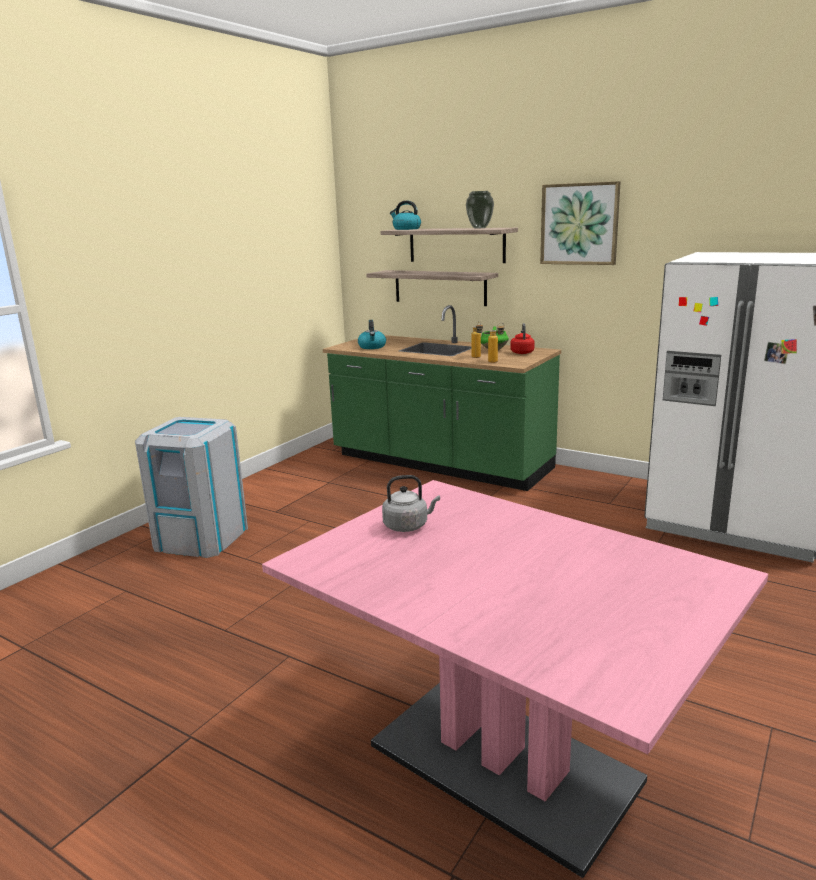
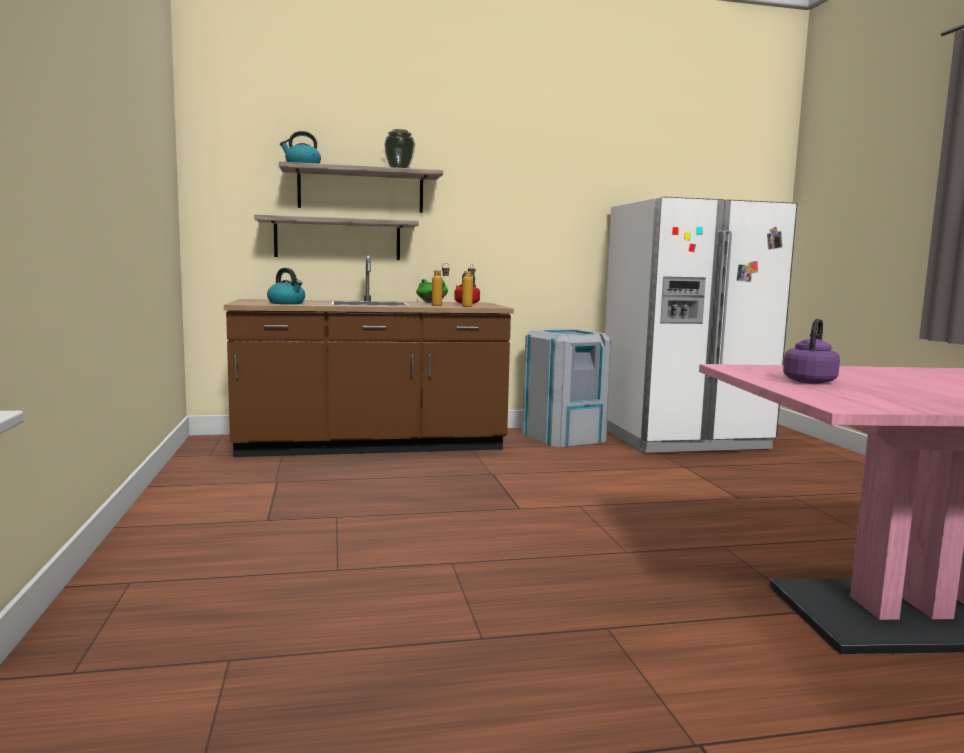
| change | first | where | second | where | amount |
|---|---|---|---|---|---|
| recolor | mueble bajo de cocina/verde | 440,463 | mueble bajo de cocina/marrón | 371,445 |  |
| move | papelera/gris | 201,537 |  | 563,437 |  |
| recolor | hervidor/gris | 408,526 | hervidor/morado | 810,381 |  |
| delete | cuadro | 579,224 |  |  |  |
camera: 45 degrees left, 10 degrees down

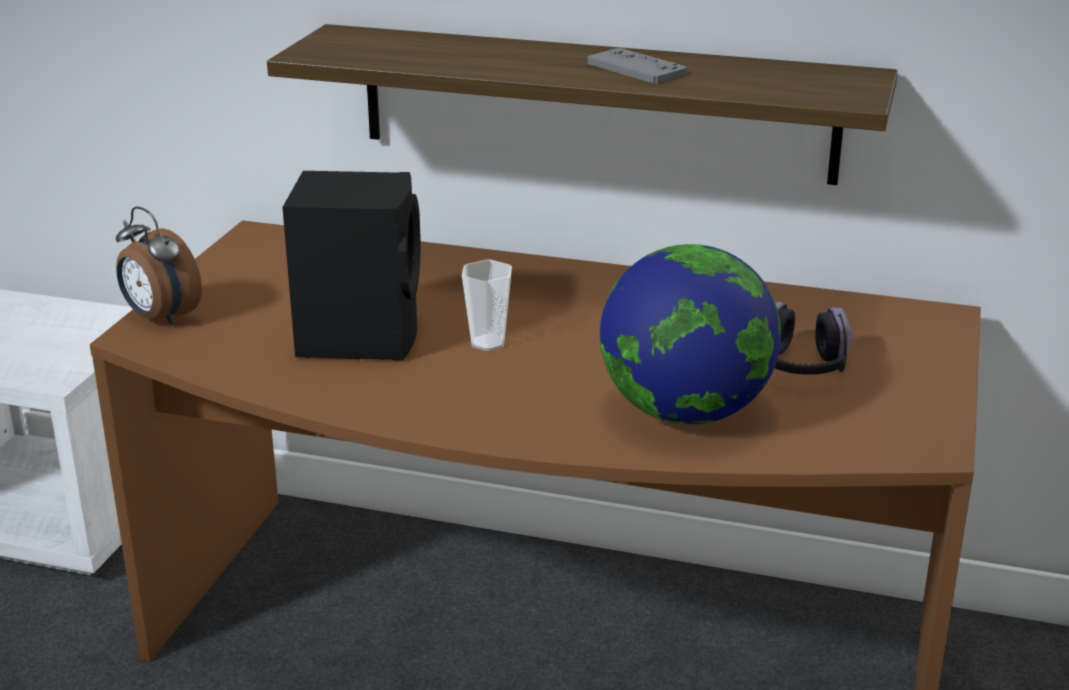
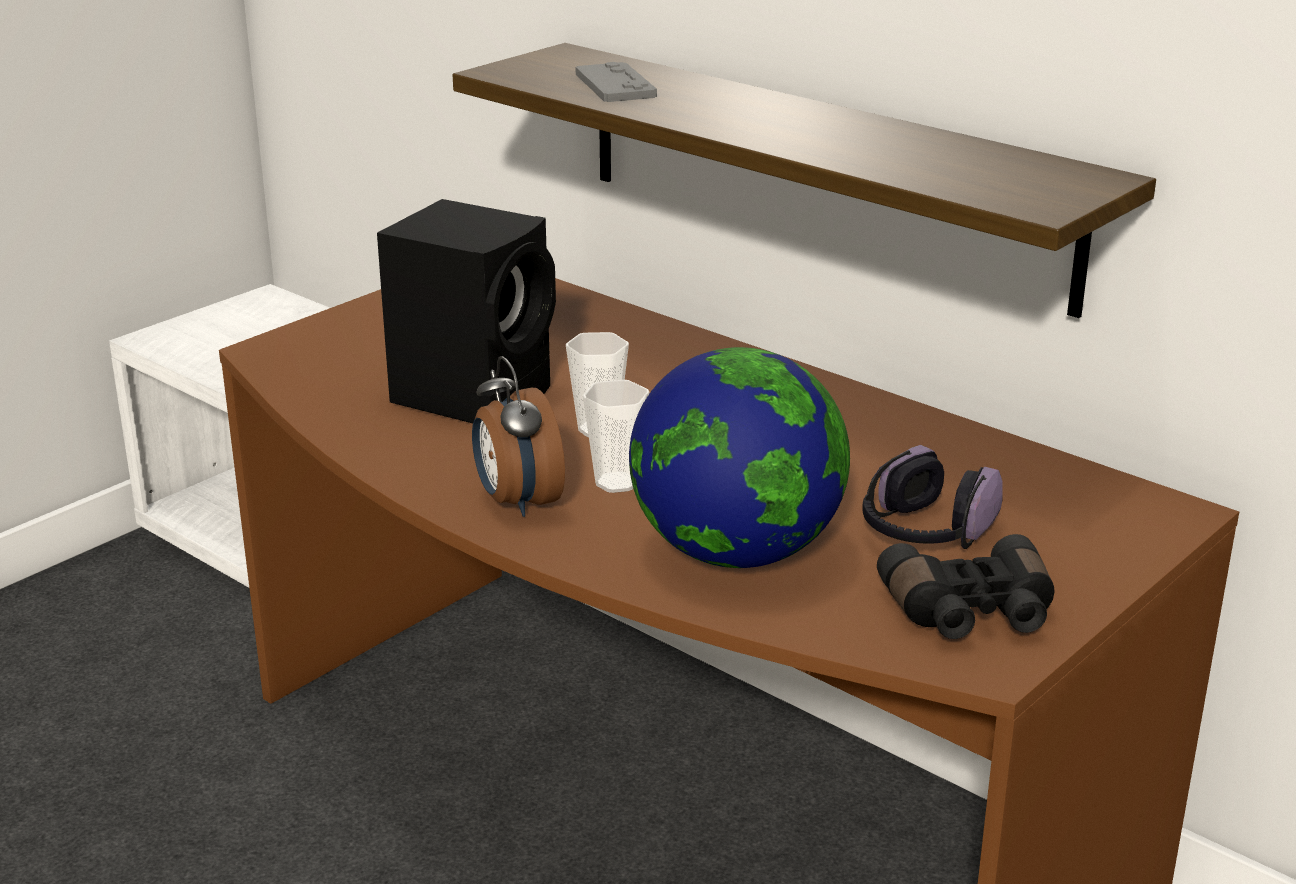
| change | first | where | second | where | amount |
|---|---|---|---|---|---|
| move | despertador | 160,318 |  | 516,502 |  |
| move | mando de consola/gris | 636,68 |  | 615,85 |  |
| insert |  |  | taza | 616,483 |  |
| insert |  |  | prismáticos/negro | 971,613 |  |
camera: 25 degrees right, 0 degrees up

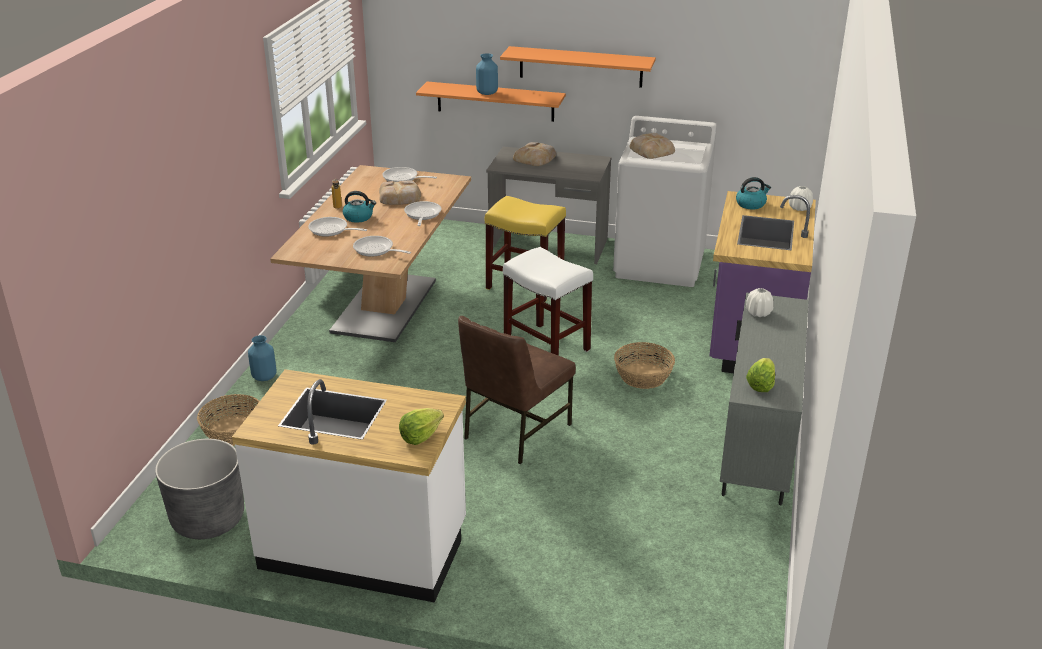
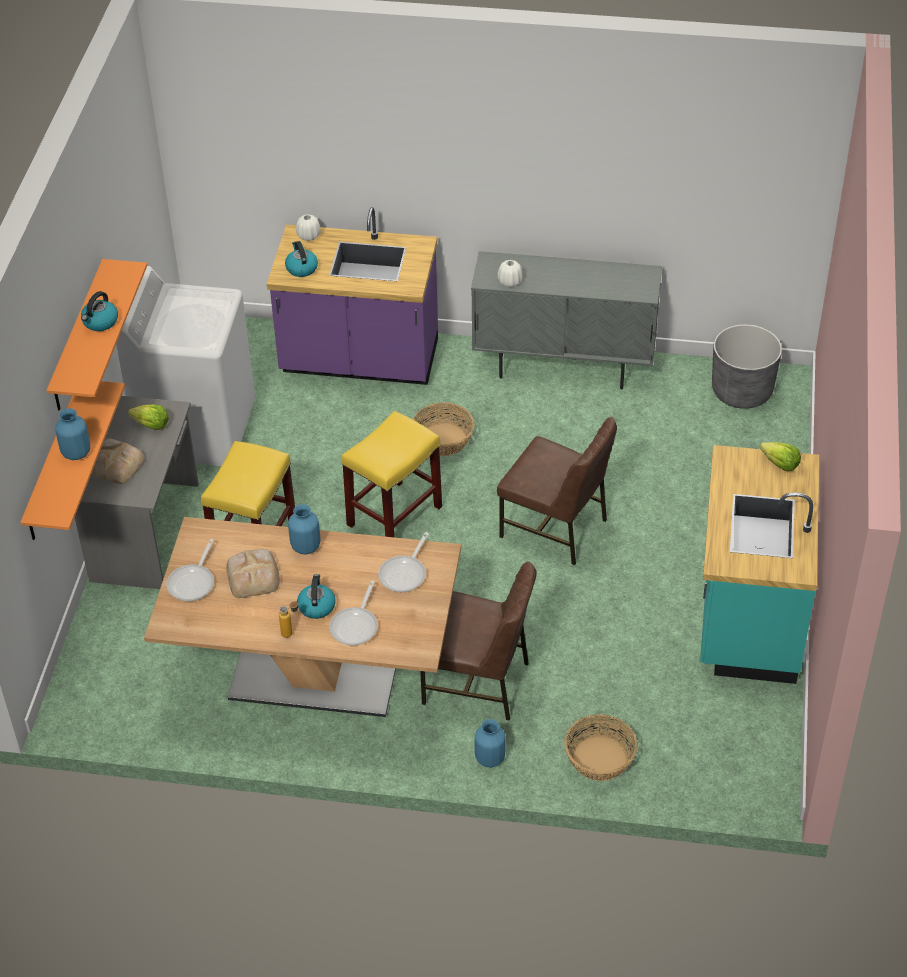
| change | first | where | second | where | amount |
|---|---|---|---|---|---|
| insert |  |  | hervidor | 100,322 |  |
| move | lechuga | 761,385 |  | 151,425 |  |
| replace | sartén | 422,215 | florero/azul | 306,547 |  |
| recolor | taburete/blanco | 547,346 | taburete/amarillo | 394,515 |  |
| insert |  |  | silla/marrón | 478,682 |  |
| recolor | mueble bajo de cocina/blanco | 364,547 | mueble bajo de cocina/turquesa | 748,613 |  |
| move | maceta/gris | 208,519 |  | 741,391 |  |
| delete | pan | 652,150 |  |  |  |
camera: 95 degrees left, 15 degrees up

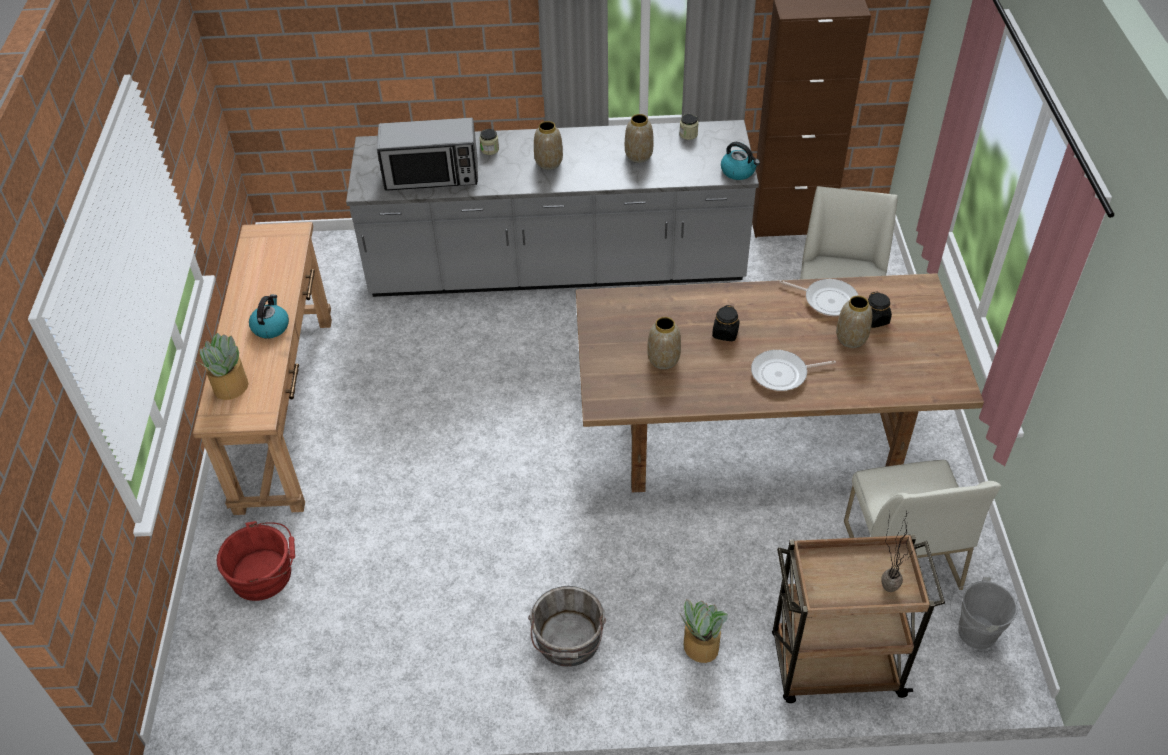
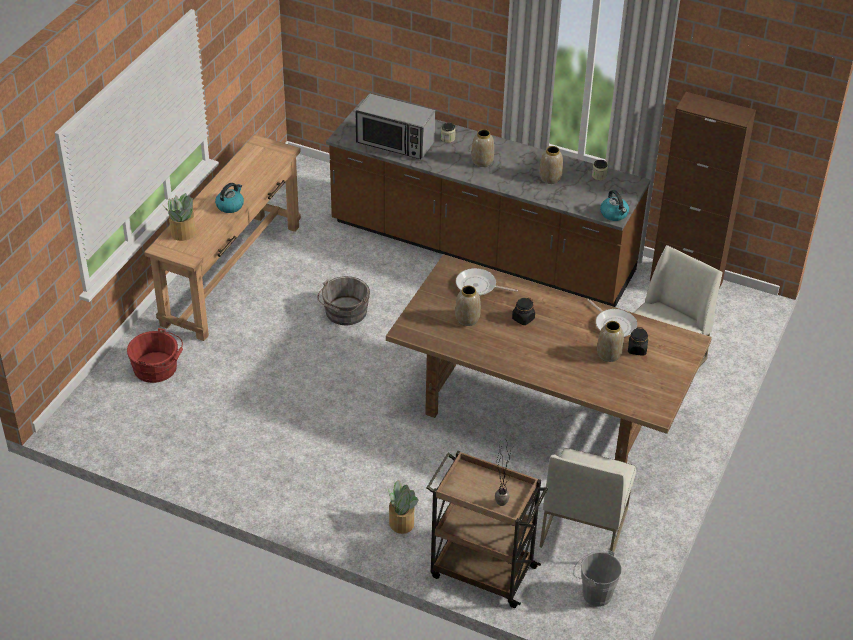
| change | first | where | second | where | amount |
|---|---|---|---|---|---|
| move | cubo/gris | 568,642 |  | 344,313 |  |
| recolor | mueble bajo de cocina/gris | 557,268 | mueble bajo de cocina/marrón | 481,249 |  |
| move | sartén | 782,374 |  | 478,286 |  |
camera: 25 degrees right, 5 degrees down

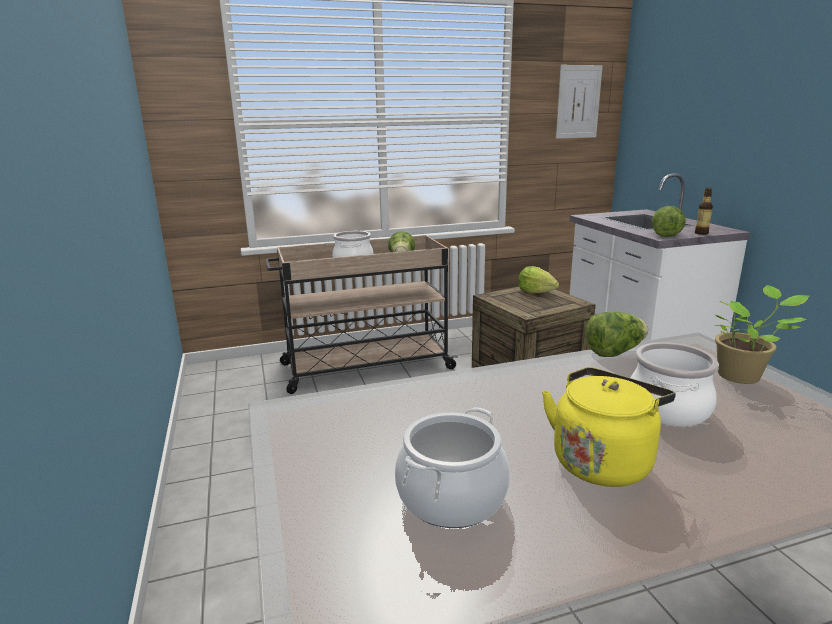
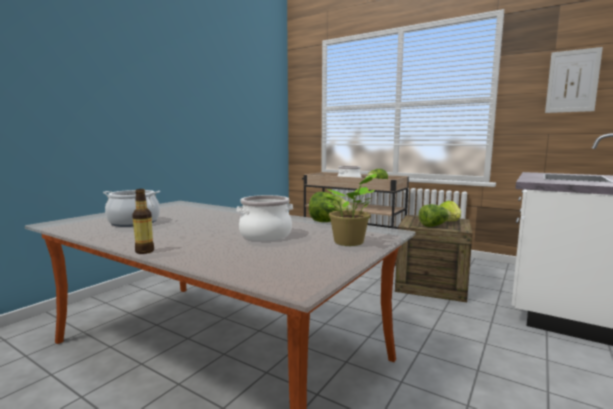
| change | first | where | second | where | amount |
|---|---|---|---|---|---|
| move | botella | 701,233 |  | 144,251 |  |
| move | lechuga | 665,234 |  | 434,225 |  |
| delete | hervidor/amarillo | 603,461 |  |  |  |
camera: 50 degrees right, 10 degrees down

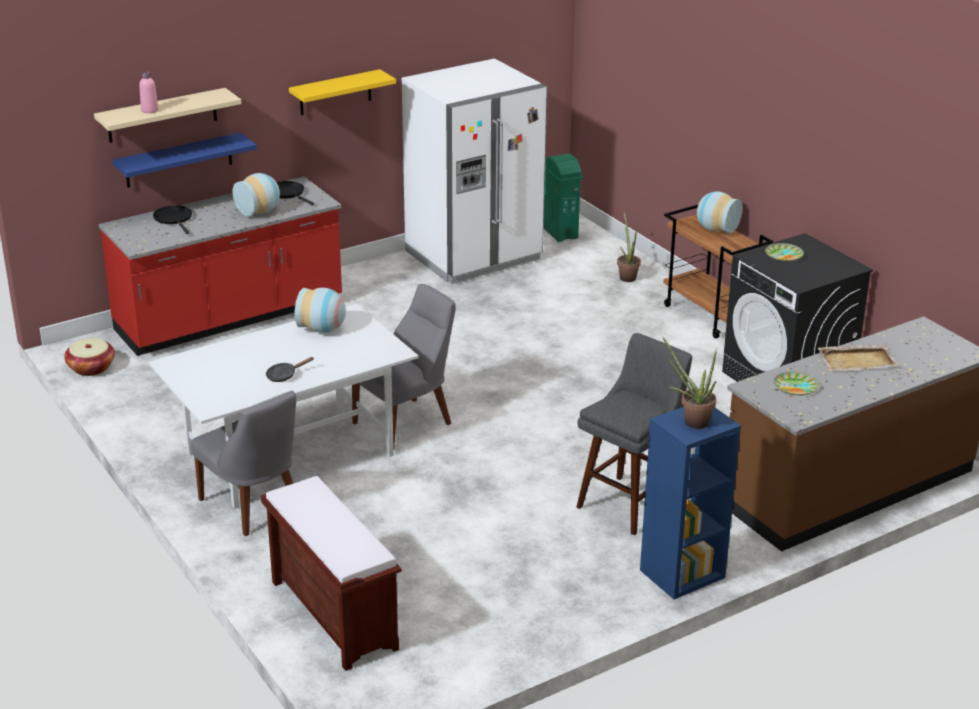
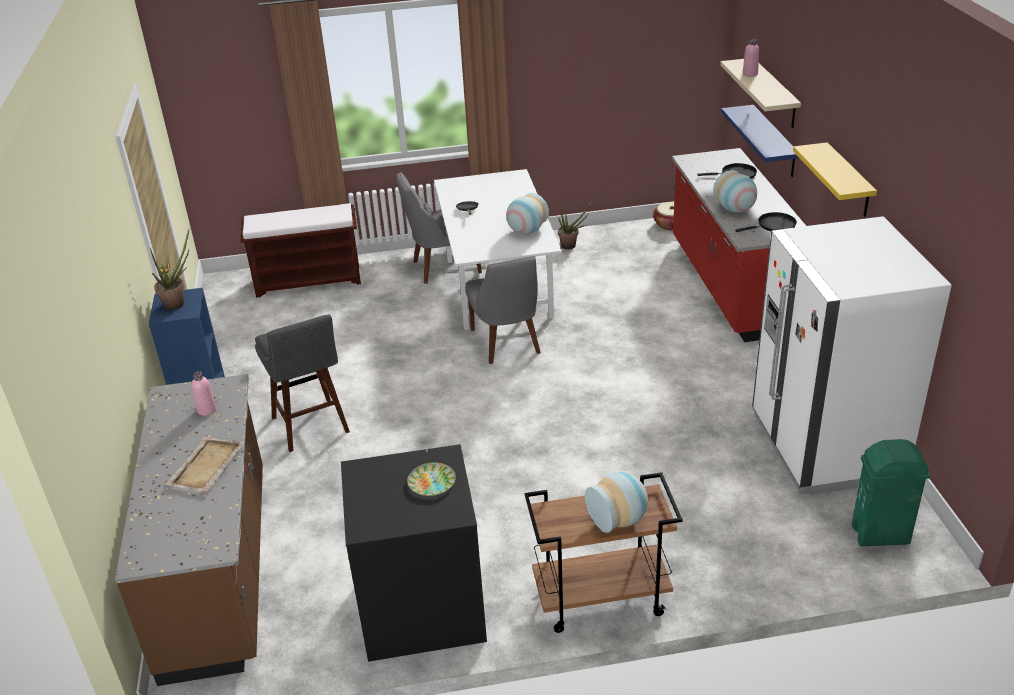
| change | first | where | second | where | amount |
|---|---|---|---|---|---|
| replace | plato | 795,386 | botella/rosa | 207,410 |  |
| move | planta en maceta | 627,276 |  | 571,246 |  |
camera: 115 degrees right, 5 degrees up

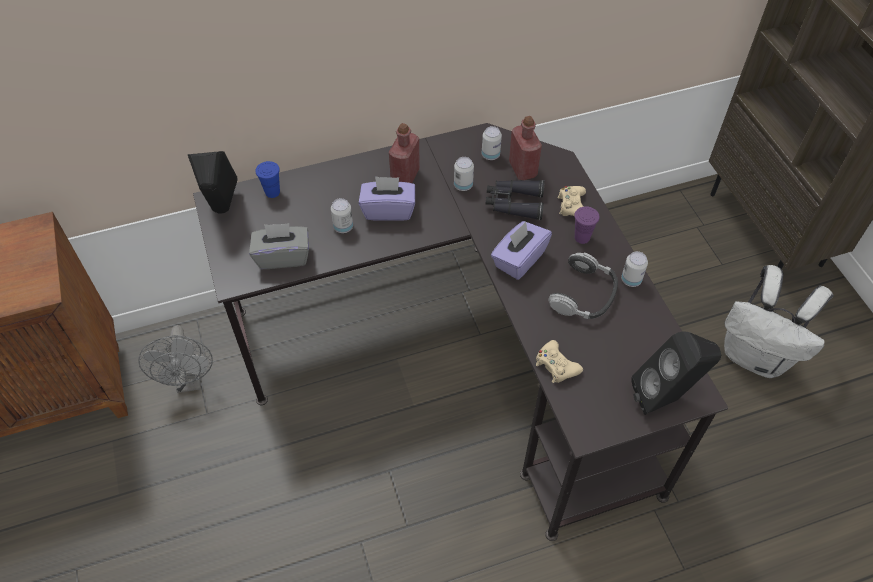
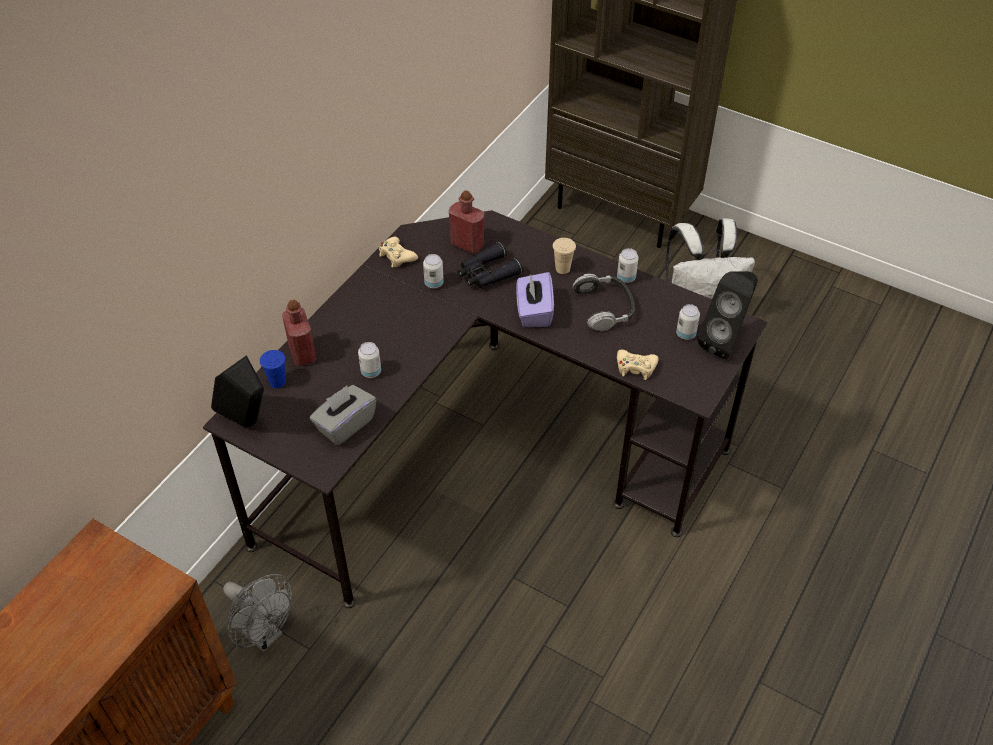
| change | first | where | second | where | amount |
|---|---|---|---|---|---|
| move | botella/rojo | 405,176 |  | 302,353 |  |
| move | mando de consola/beis | 572,206 |  | 397,256 |  |
| recolor | taza/morado | 582,237 | taza/beis | 562,269 |  |
| move | lata | 490,155 |  | 685,334 |  |
| delete | caja de pañuelos/morado | 388,210 |  |  |  |
camera: 40 degrees left, 5 degrees down

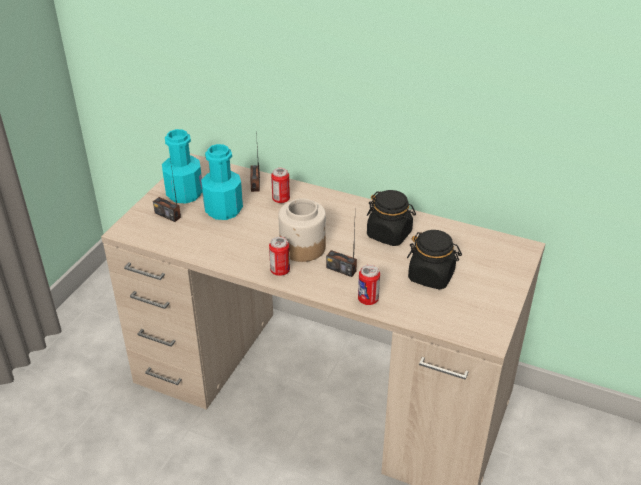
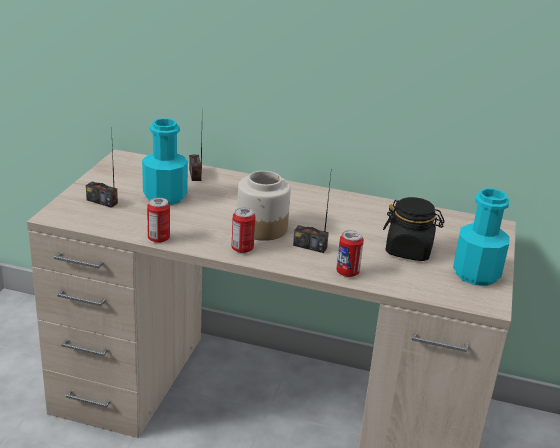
| change | first | where | second | where | amount |
|---|---|---|---|---|---|
| move | lata | 281,199 |  | 158,239 |  |
| move | botella/turquesa | 184,194 |  | 476,274 |  |
| delete | tarro/negro | 389,234 |  |  |  |
camera: 10 degrees left, 10 degrees down

